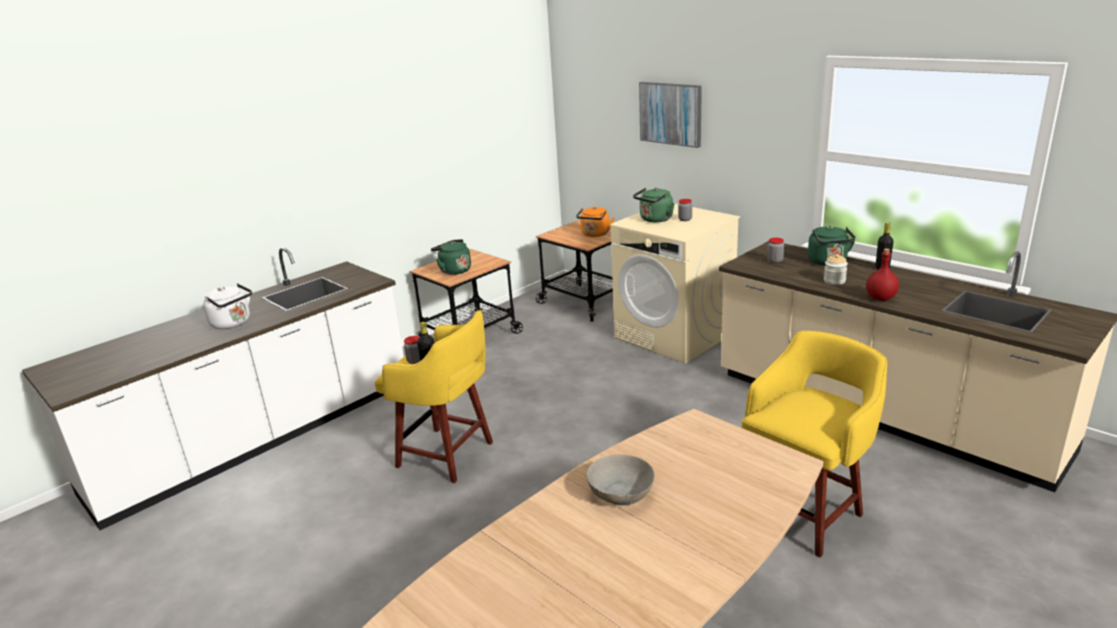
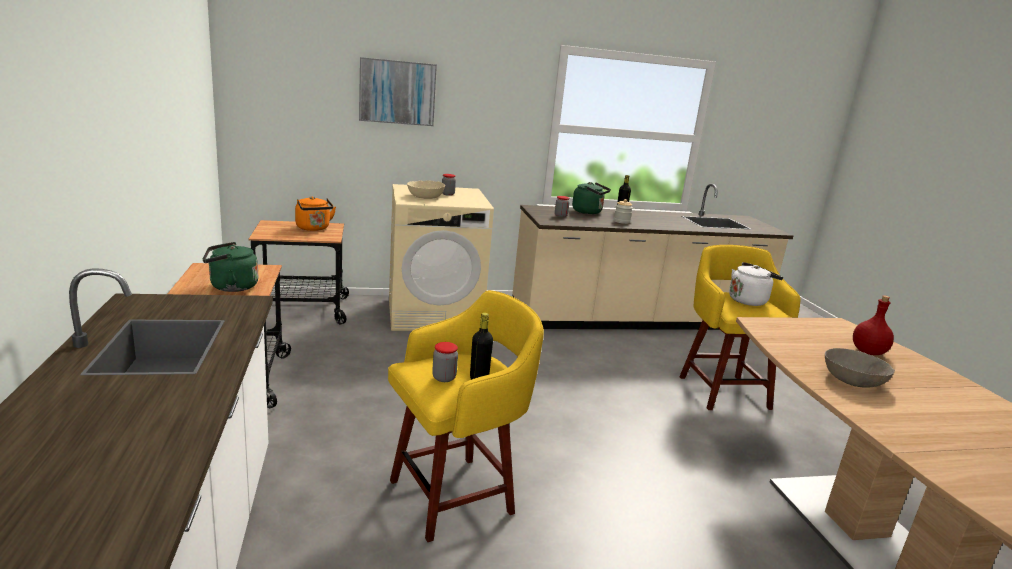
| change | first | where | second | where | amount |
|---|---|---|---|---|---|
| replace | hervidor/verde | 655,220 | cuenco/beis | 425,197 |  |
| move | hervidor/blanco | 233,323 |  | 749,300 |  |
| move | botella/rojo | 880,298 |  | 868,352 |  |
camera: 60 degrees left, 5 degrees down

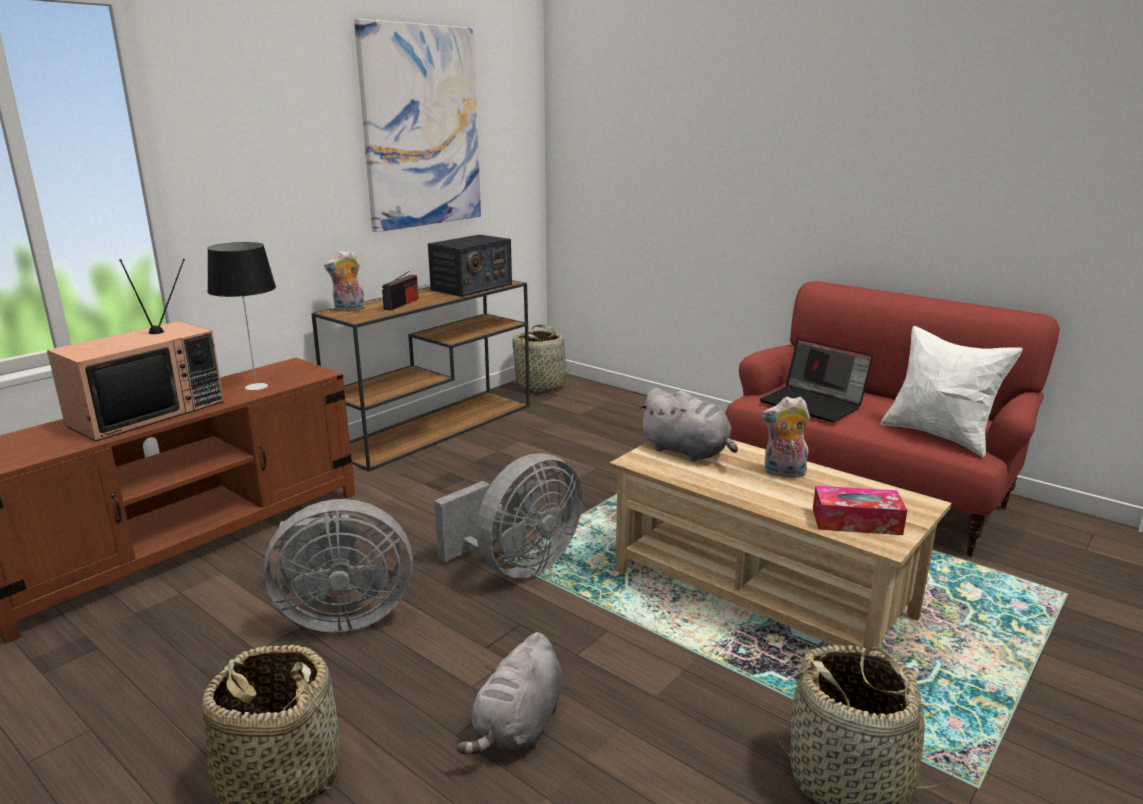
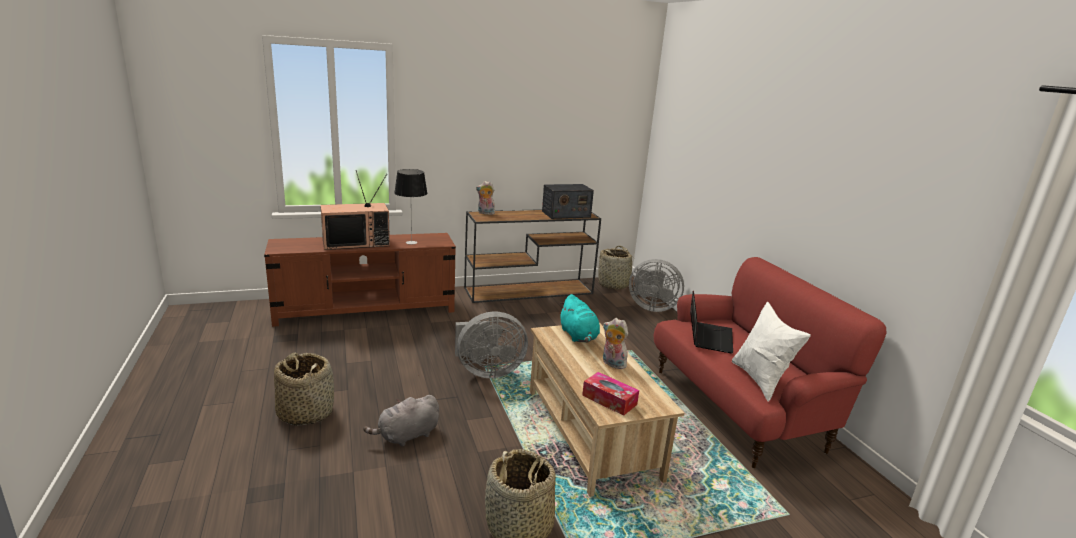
| change | first | where | second | where | amount |
|---|---|---|---|---|---|
| recolor | peluche/gris | 688,452 | peluche/turquesa | 578,336 |  |
| move | ventilador/gris | 342,616 |  | 651,307 |  |
| rotate | portátil | 814,404 |  | 708,337 | 150 degrees counterclockwise |
| delete | cuadro | 421,127 |  |  |  |
| delete | radio | 401,304 |  |  |  |
camera: 30 degrees right, 0 degrees up

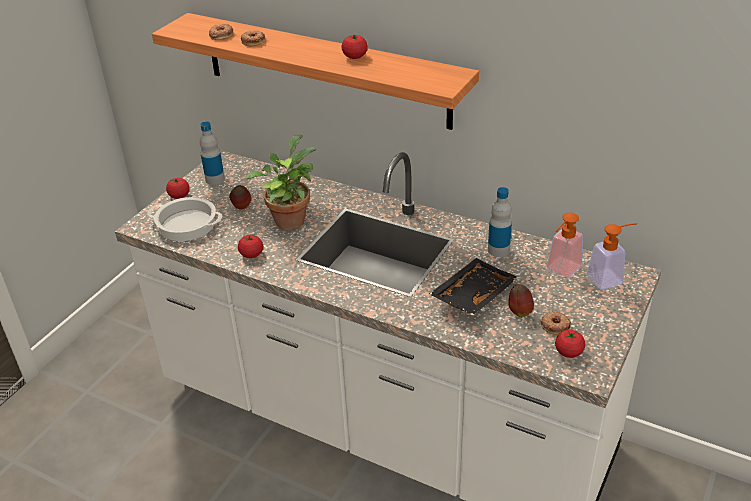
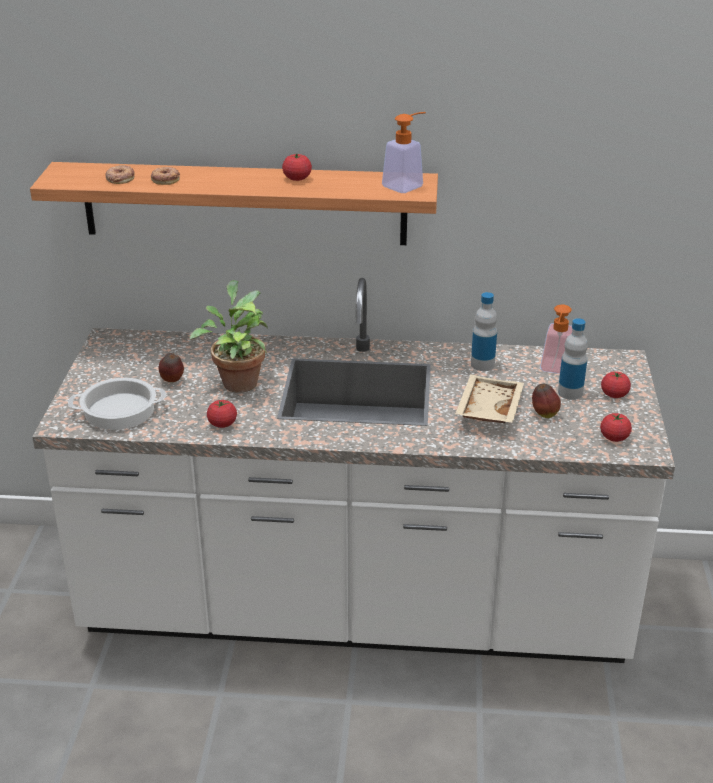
| change | first | where | second | where | amount |
|---|---|---|---|---|---|
| move | dispensador de jabón | 609,278 |  | 407,185 |  |
| recolor | bandeja/negro | 472,295 | bandeja/beis | 487,409 |  |
| move | botella | 215,179 |  | 570,393 |  |
| move | tomate | 179,196 |  | 614,395 |  |
| delete | rosquilla | 555,325 |  |  |  |
camera: 25 degrees left, 5 degrees down

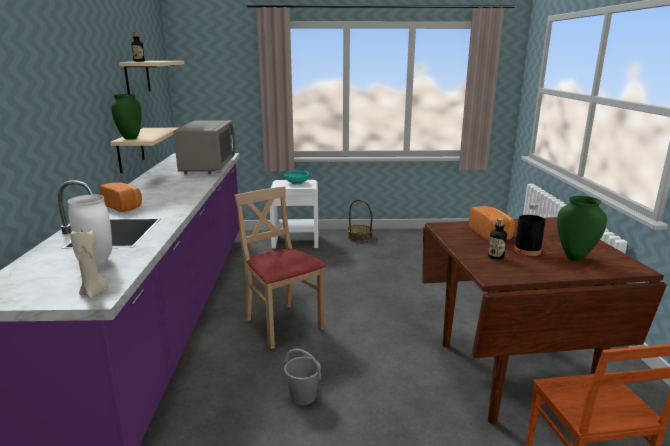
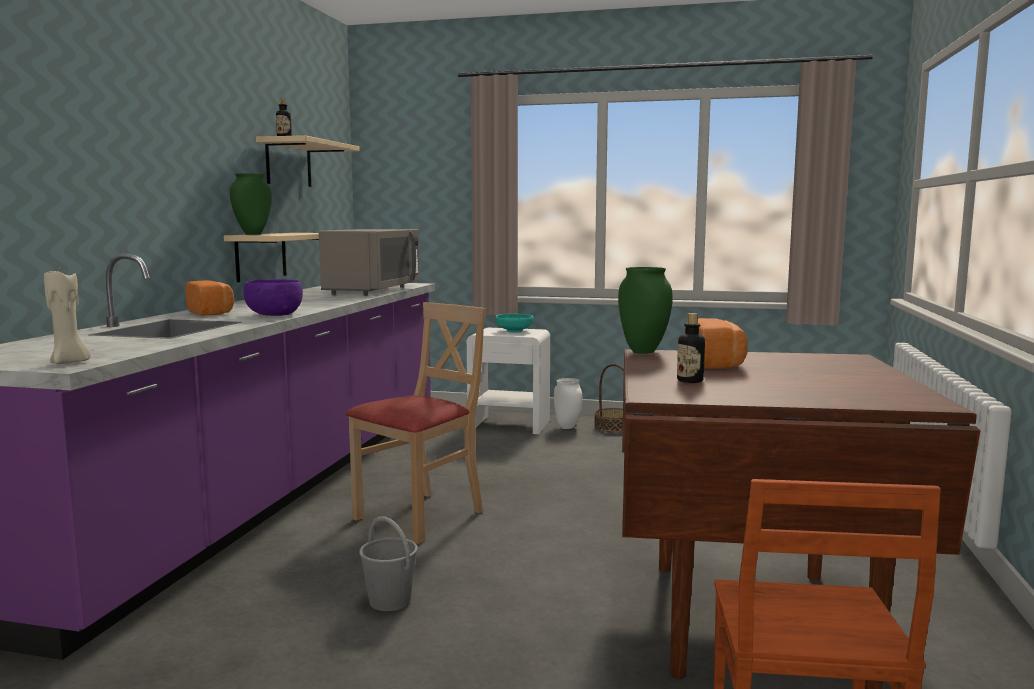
| change | first | where | second | where | amount |
|---|---|---|---|---|---|
| insert |  |  | cuenco/morado | 274,315 |  |
| rotate | silla/beis | 282,324 |  | 420,516 | 60 degrees clockwise |
| move | florero/blanco | 98,262 |  | 568,427 |  |
| move | florero/verde | 574,258 |  | 642,352 |  |
| delete | botella/negro | 527,251 |  |  |  |
camera: 15 degrees right, 10 degrees down

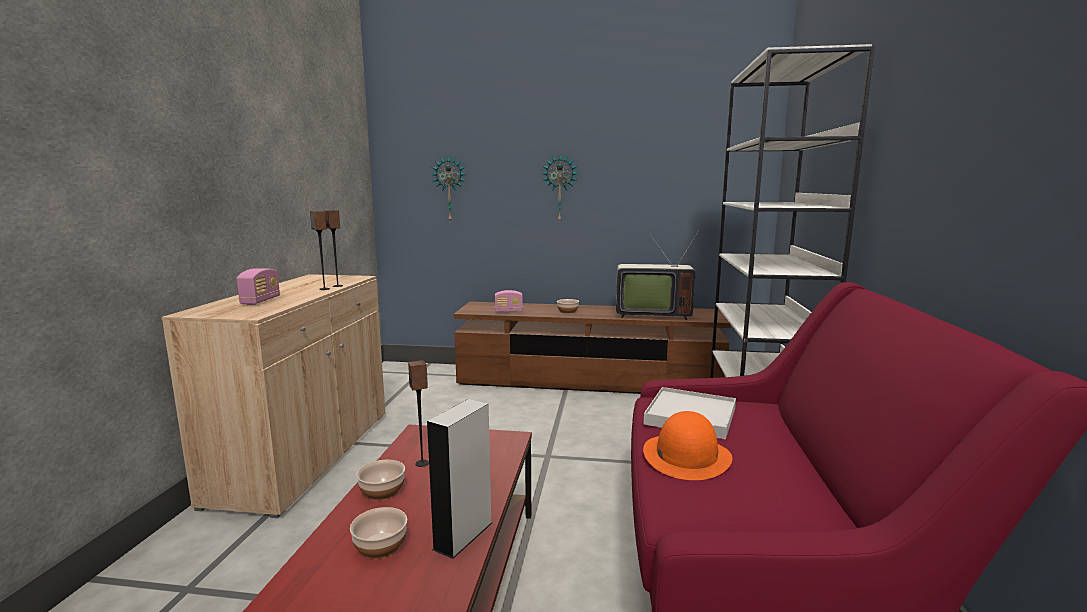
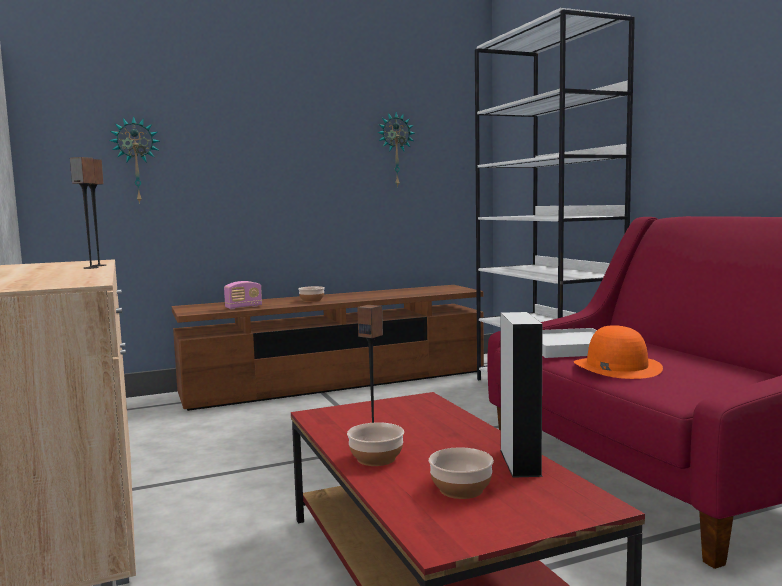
| change | first | where | second | where | amount |
|---|---|---|---|---|---|
| move | reloj de pared | 560,189 |  | 395,150 |  |
| delete | radio | 260,301 |  |  |  |
| delete | televisor | 651,314 |  |  |  |
camera: 30 degrees left, 5 degrees down

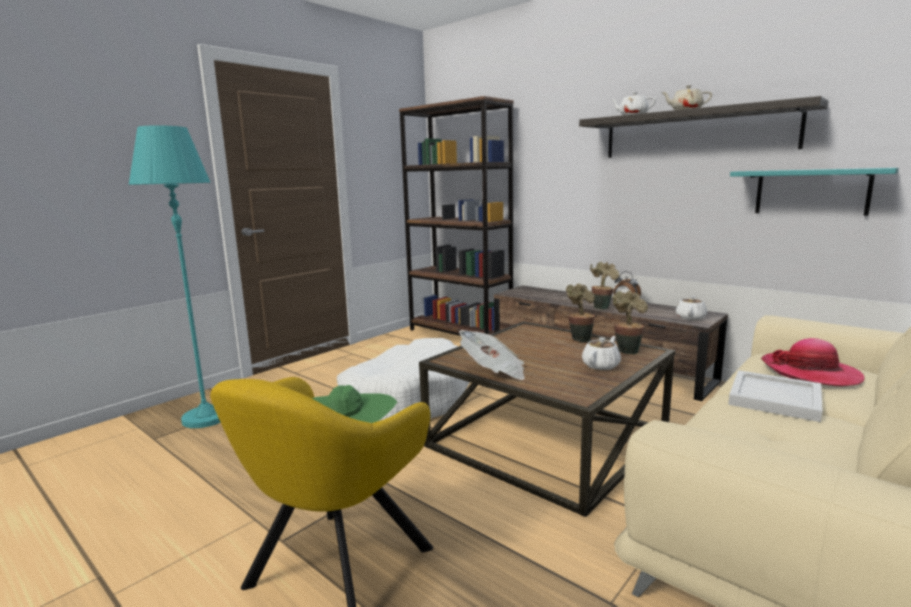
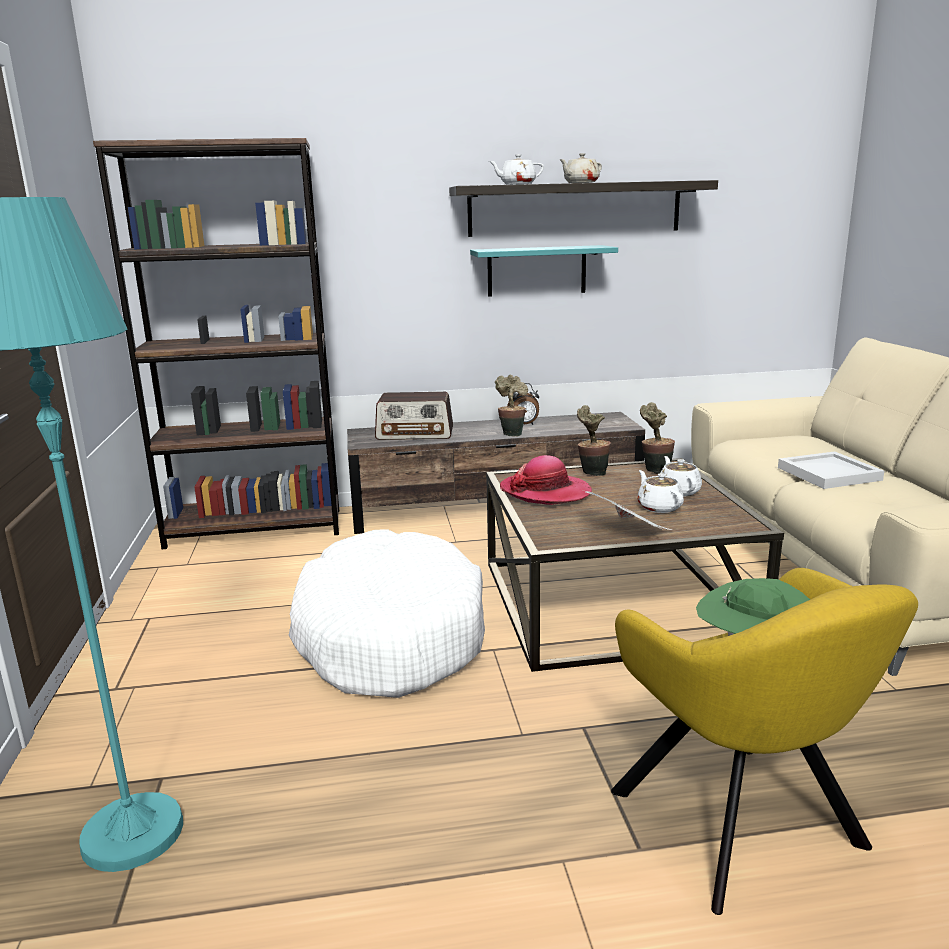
| change | first | where | second | where | amount |
|---|---|---|---|---|---|
| insert |  |  | radio | 415,434 |  |
| move | estante/turquesa | 811,192 |  | 536,271 |  |
| move | sombrero | 810,372 |  | 545,492 |  |
| move | tetera/blanco | 690,317 |  | 659,507 |  |
camera: 50 degrees left, 5 degrees up

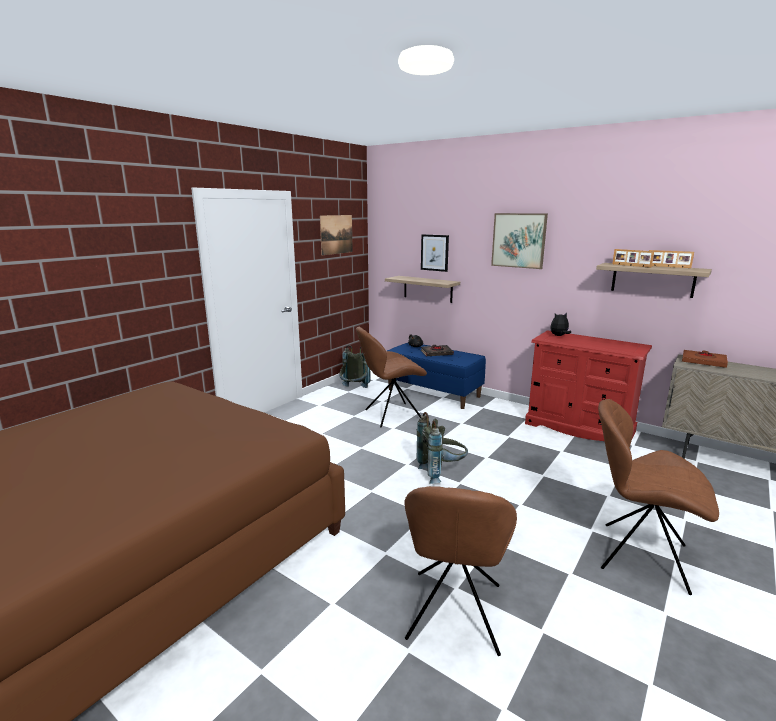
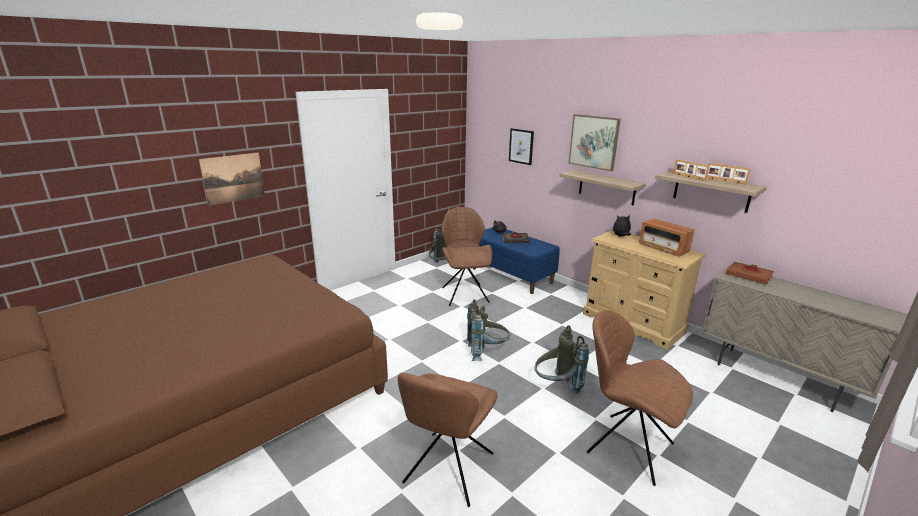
| change | first | where | second | where | amount |
|---|---|---|---|---|---|
| move | cuadro | 336,234 |  | 233,178 |  |
| rotate | silla/marrón | 391,415 |  | 465,294 | 90 degrees clockwise |
| insert |  |  | mochila/gris | 556,386 |  |
| move | estante | 427,289 |  | 606,187 |  |
| recolor | cómoda/rojo | 579,428 | cómoda/beis | 633,323 |  |
| insert |  |  | radio | 663,248 |  |
camera: 10 degrees right, 5 degrees up

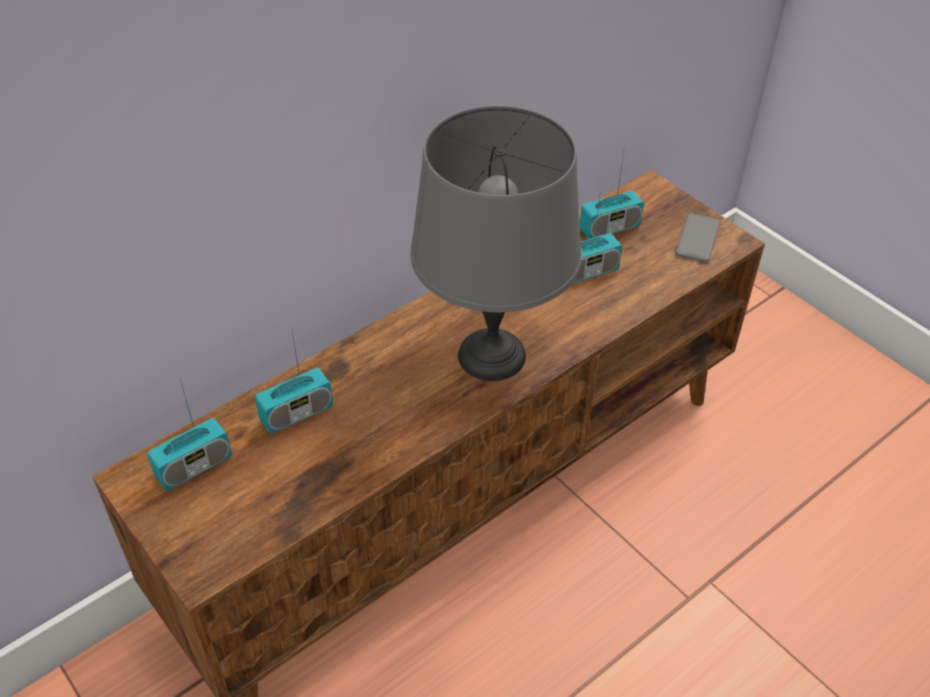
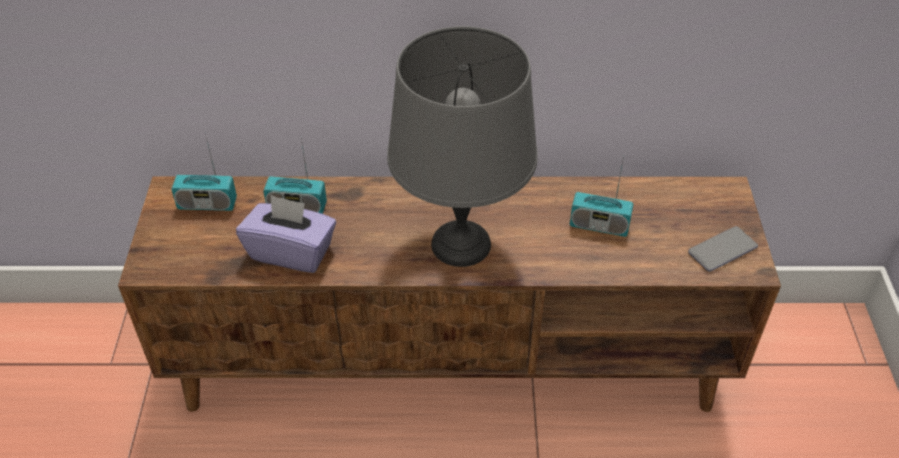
| change | first | where | second | where | amount |
|---|---|---|---|---|---|
| insert |  |  | caja de pañuelos/morado | 291,252 |  |
| delete | radio | 609,228 |  |  |  |
camera: 40 degrees right, 0 degrees up

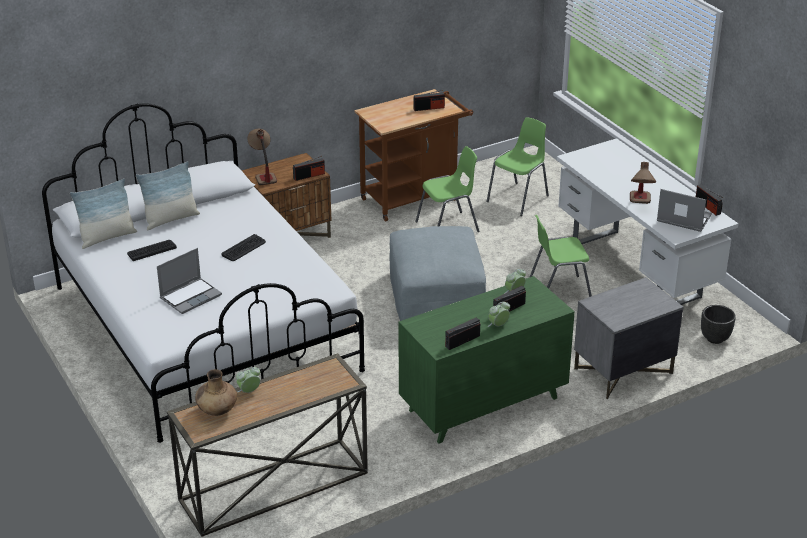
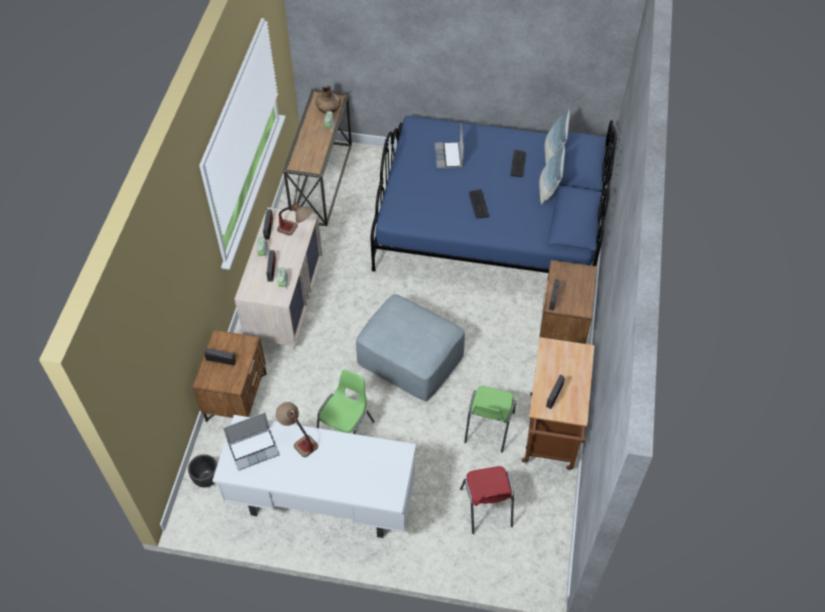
| change | first | where | second | where | amount |
|---|---|---|---|---|---|
| recolor | mesita de noche/gris | 622,371 | mesita de noche/marrón | 236,396 |  |
| move | radio | 708,207 |  | 221,360 |  |
| recolor | cómoda/verde | 482,405 | cómoda/beis | 286,304 |  |
| move | lámpara de mesa | 263,174 |  | 296,231 |  |
| recolor | cama/blanco | 205,328 | cama/azul | 489,226 |  |
| recolor | silla/verde | 518,199 | silla/rojo | 486,508 |  |
camera: 130 degrees right, 20 degrees up

